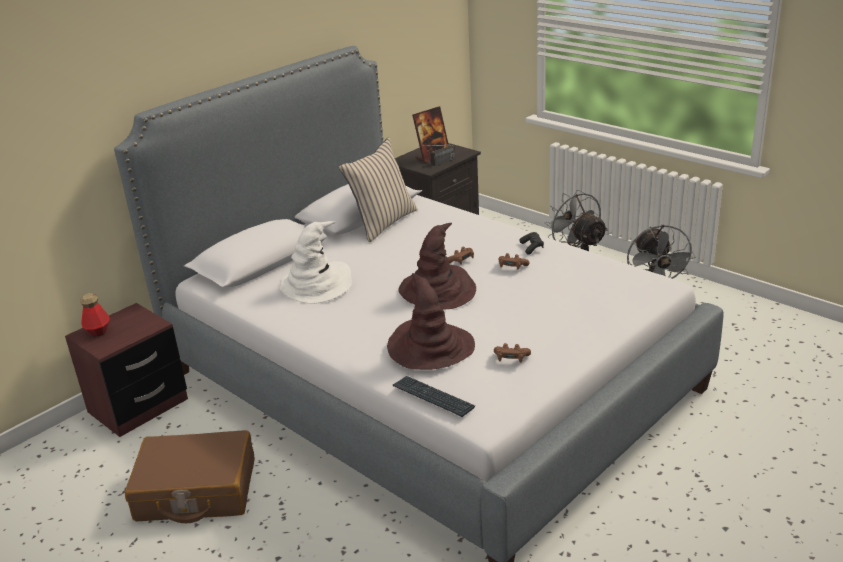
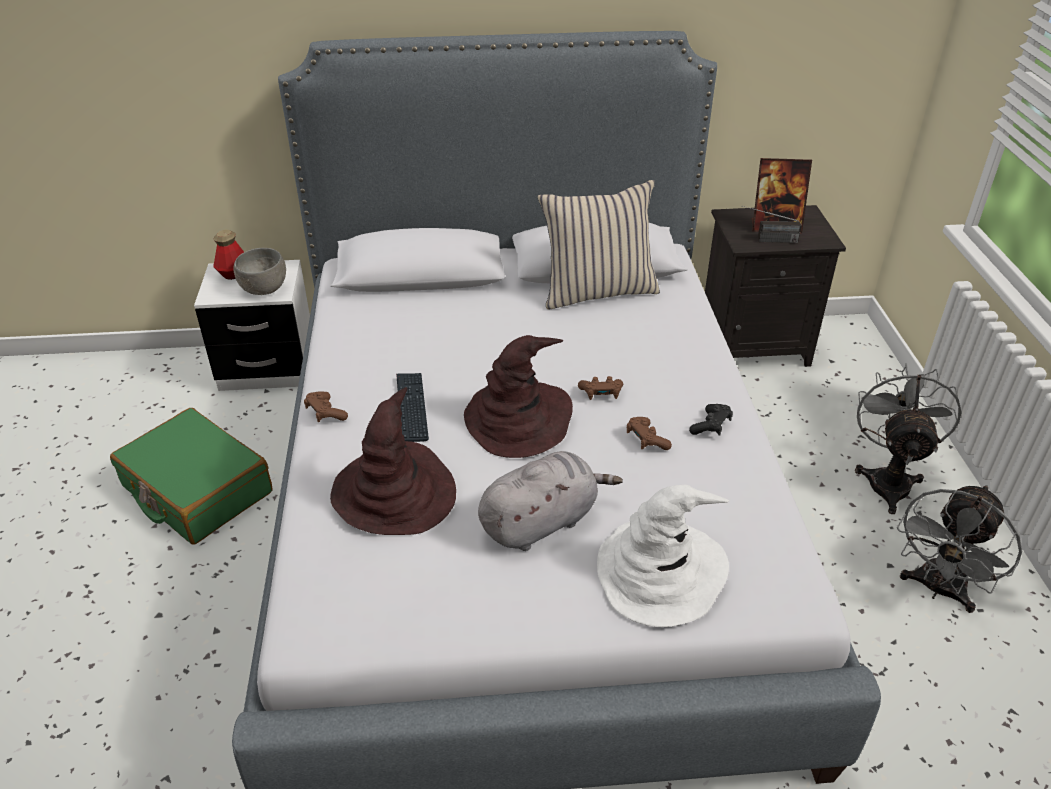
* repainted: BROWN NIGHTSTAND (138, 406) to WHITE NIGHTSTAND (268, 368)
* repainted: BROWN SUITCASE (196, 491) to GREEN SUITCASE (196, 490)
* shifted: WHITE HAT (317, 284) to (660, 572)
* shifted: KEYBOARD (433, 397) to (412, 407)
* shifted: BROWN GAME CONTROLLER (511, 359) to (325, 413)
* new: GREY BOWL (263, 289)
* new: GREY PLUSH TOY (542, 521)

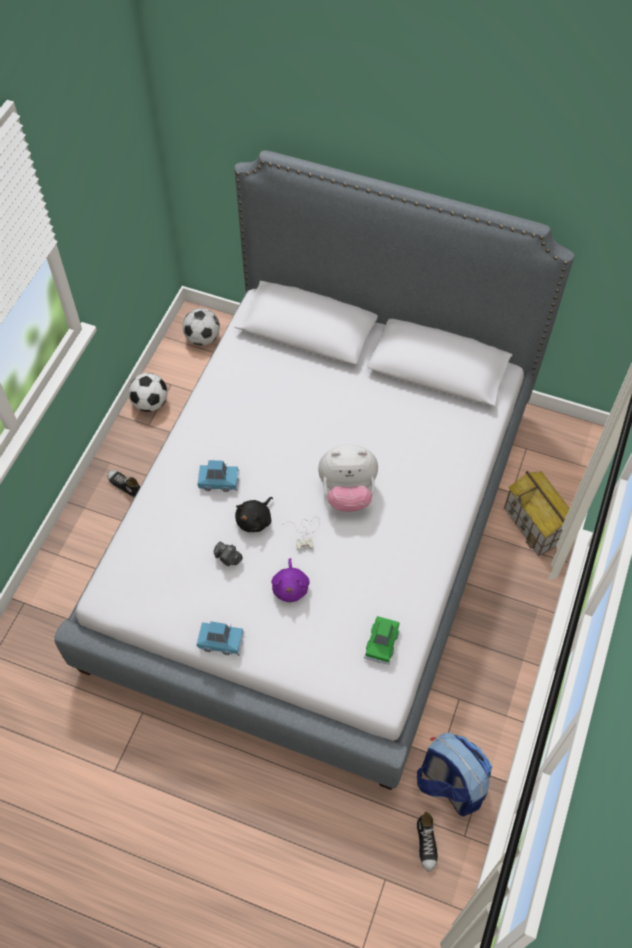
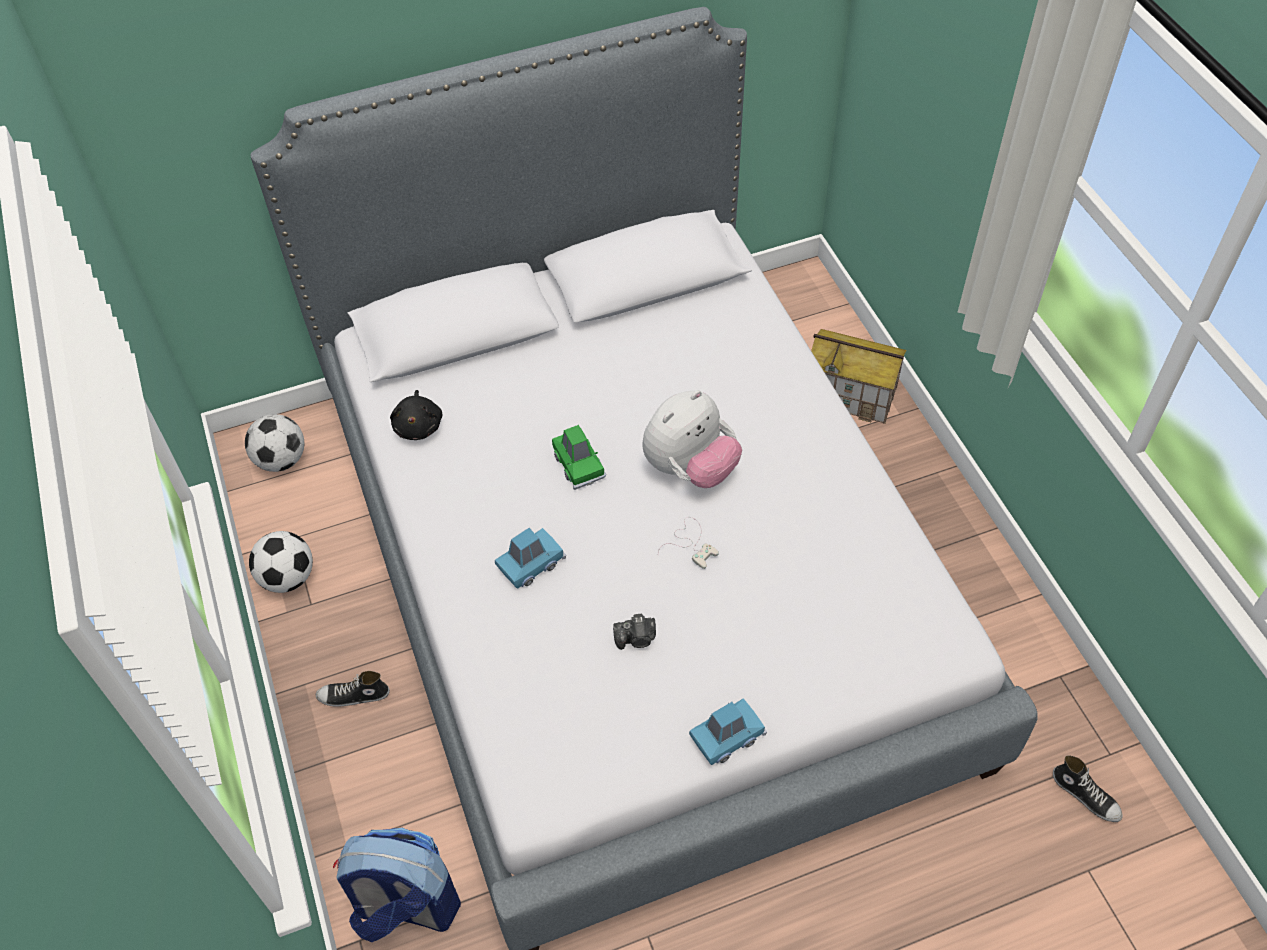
* shifted: BLACK PLUSH TOY (255, 520) to (419, 425)
* gone: PURPLE PLUSH TOY (290, 587)
* shifted: GREEN TOY CAR (381, 643) to (578, 464)
* shifted: BACKPACK (449, 784) to (406, 906)

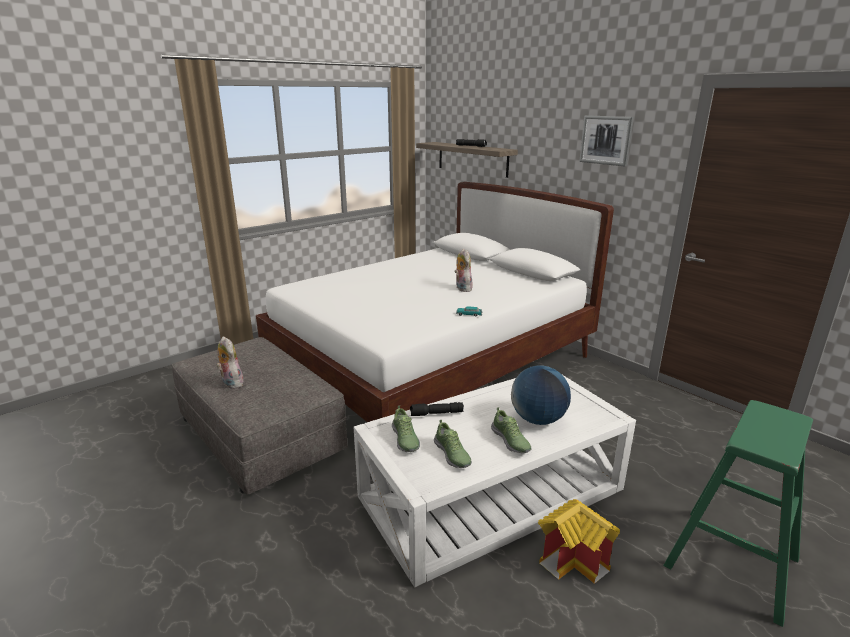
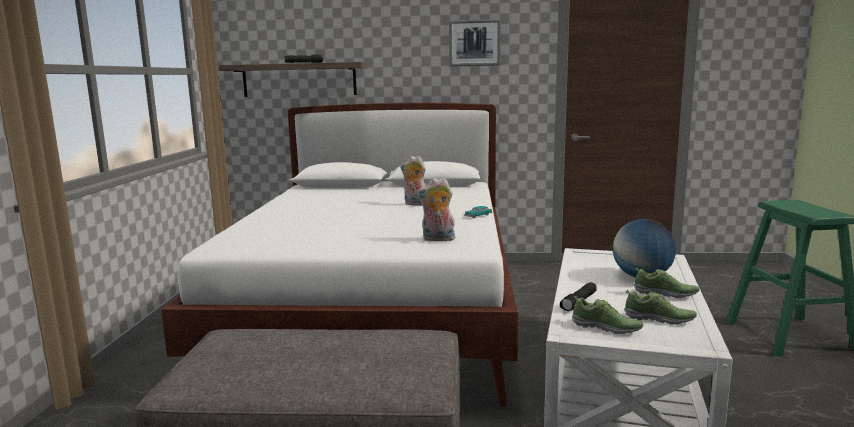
* shifted: PLUSH TOY (231, 383) to (437, 239)
* gone: TOY HOUSE (575, 560)

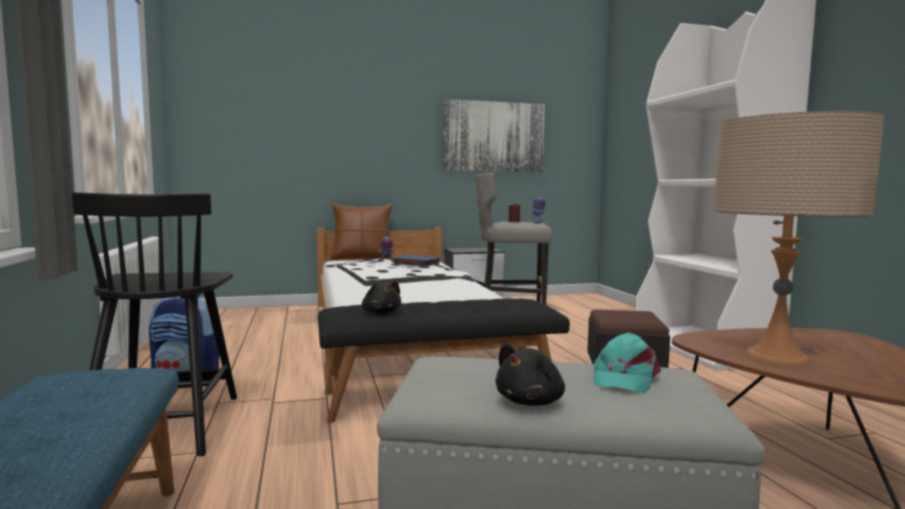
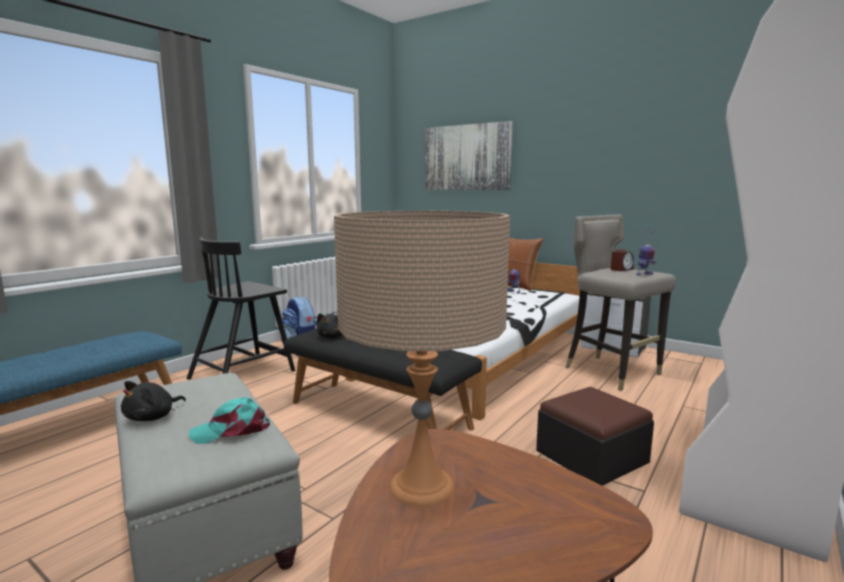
* gone: BLUE BOOK (415, 264)
* shifted: PICTURE (493, 137) to (467, 157)
* rotated: BLACK PLUSH TOY (531, 401) = (152, 417) 60 degrees counterclockwise

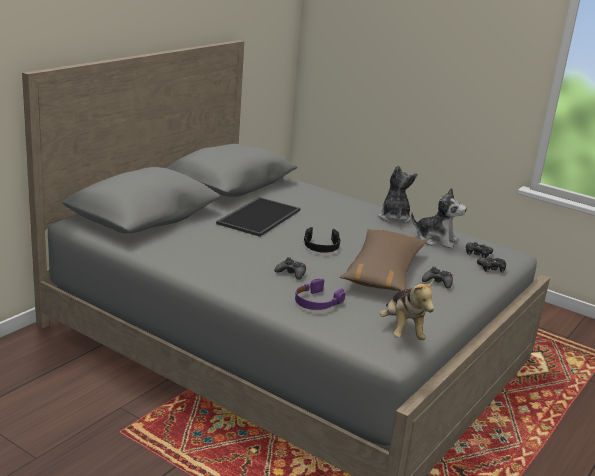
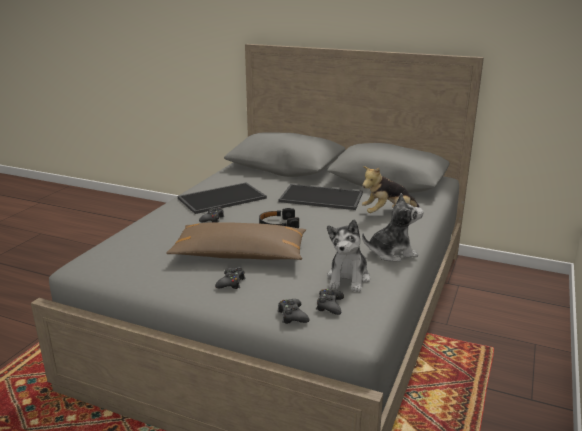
* gone: PURPLE HEADPHONES (316, 302)
* shifted: PLUSH TOY (402, 331) to (387, 213)
* new: TRAY (222, 198)

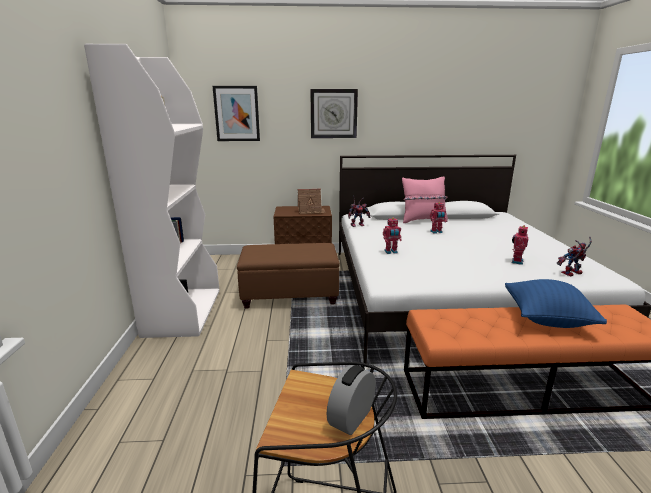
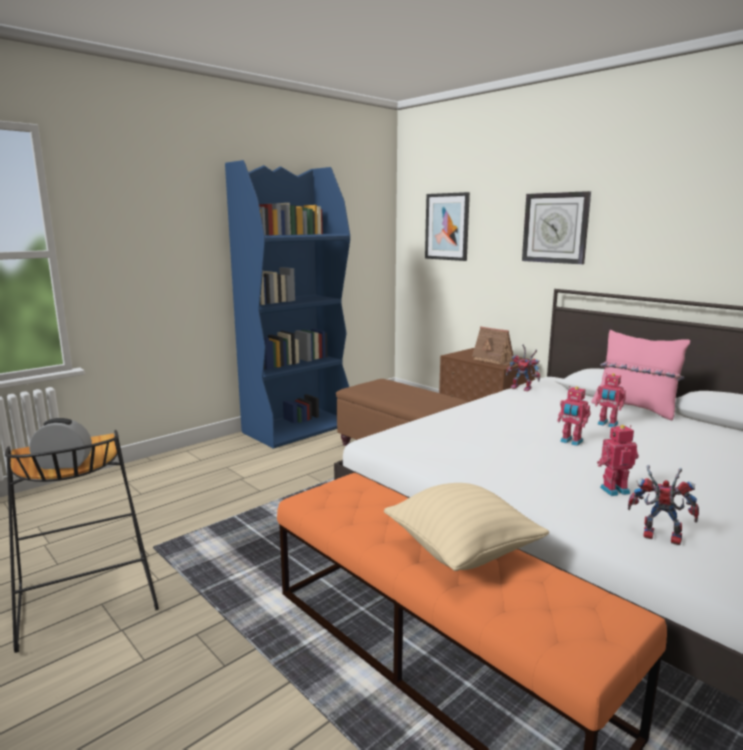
* repainted: WHITE BOOKCASE (183, 312) to BLUE BOOKCASE (298, 428)
* shifted: TOY ROBOT (391, 252) to (571, 442)
* repainted: BLUE PILLOW (547, 319) to BEIGE PILLOW (462, 551)

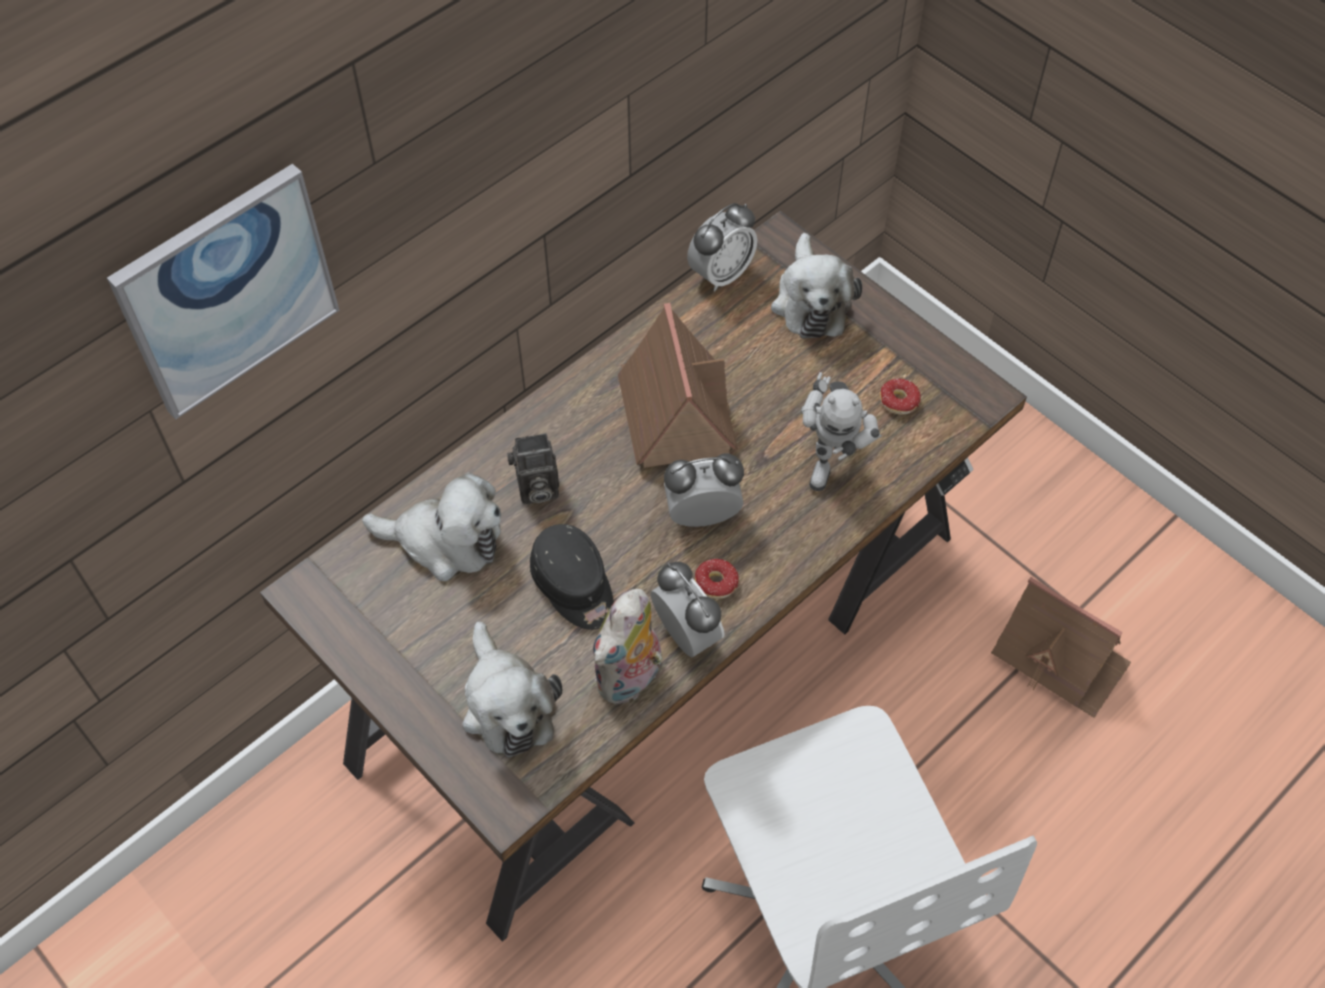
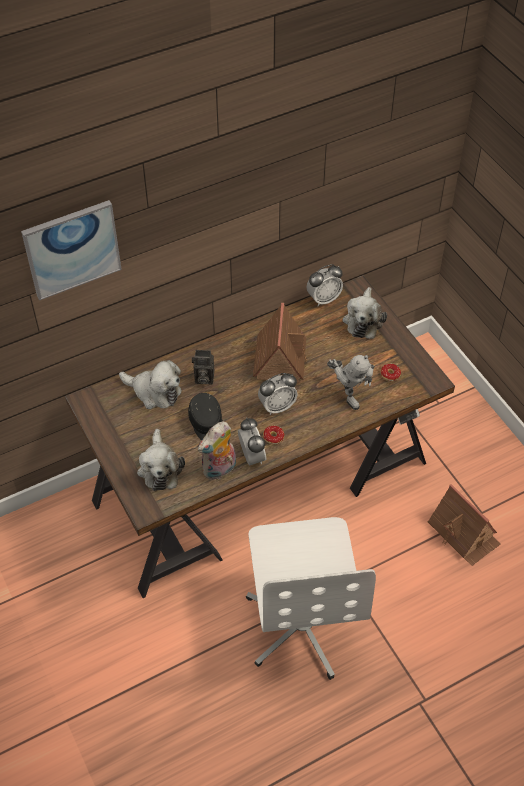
* rotated: ALARM CLOCK (702, 516) = (277, 406) 150 degrees clockwise
* rotated: TOY ROBOT (831, 458) = (348, 394) 60 degrees counterclockwise

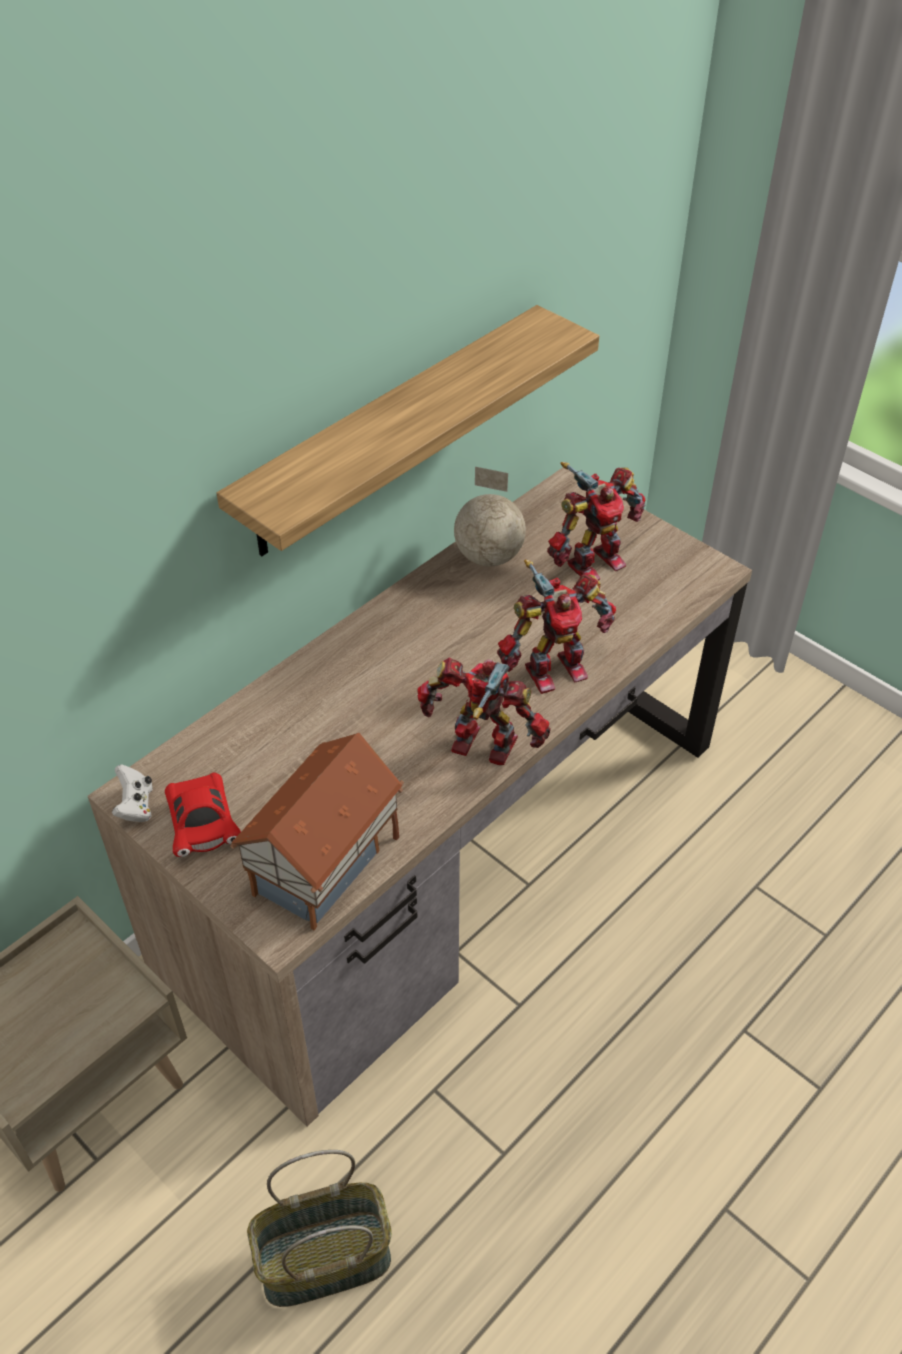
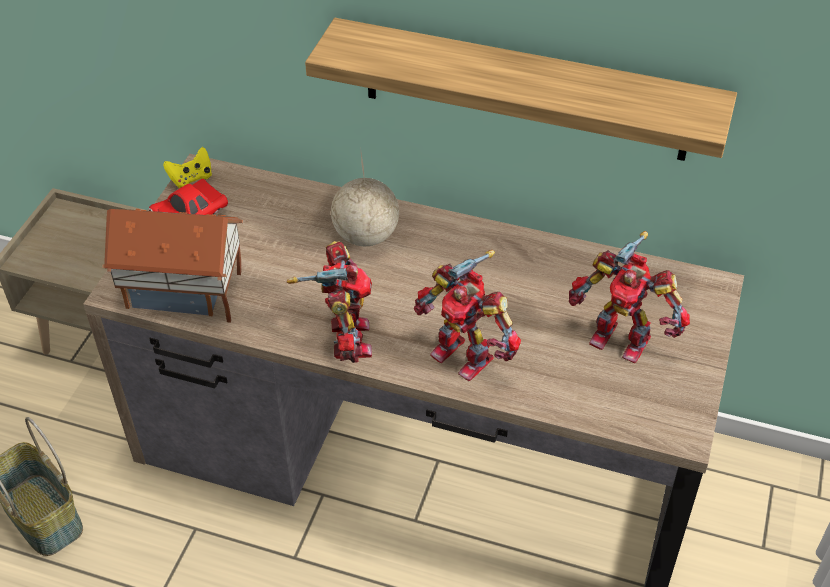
* repainted: WHITE GAME CONTROLLER (136, 806) to YELLOW GAME CONTROLLER (191, 178)
* shifted: GLOBE (488, 556) to (366, 236)

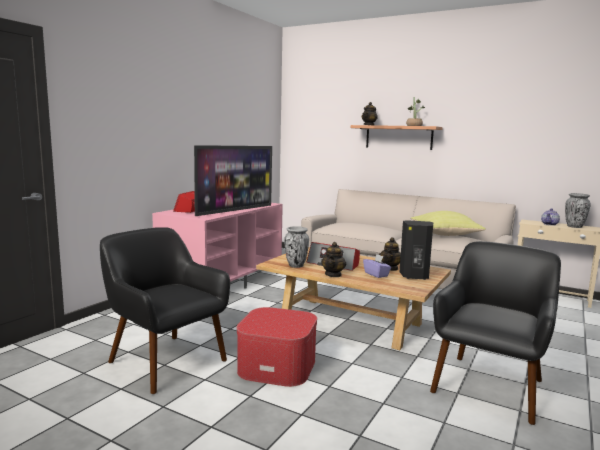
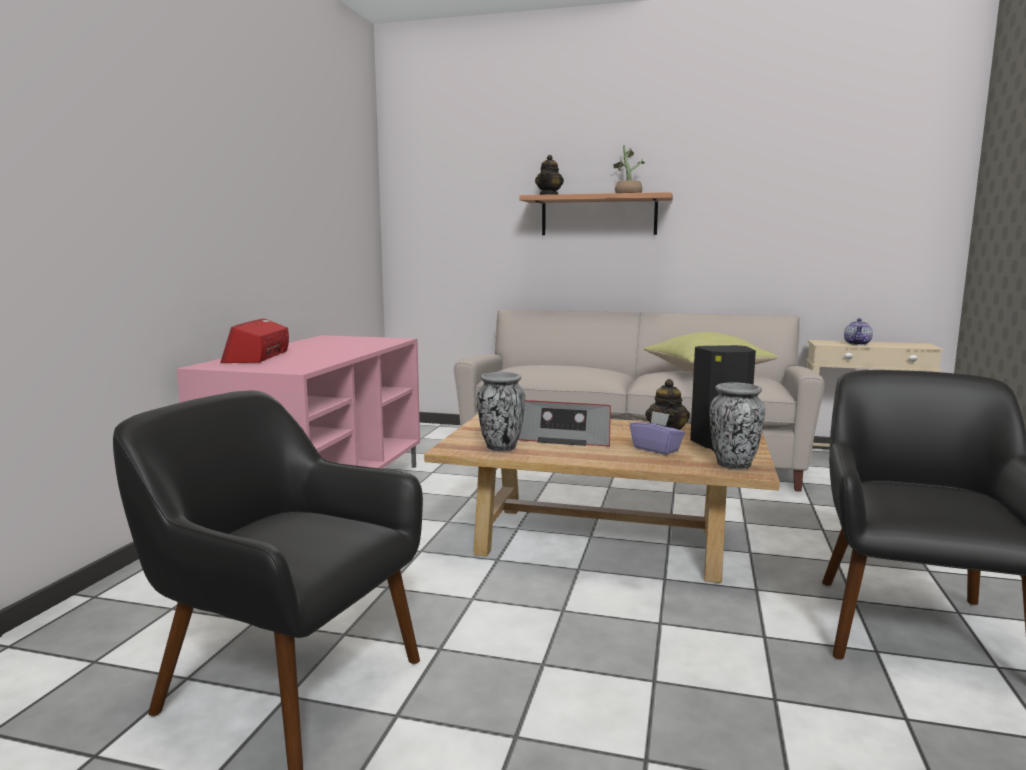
* gone: TELEVISION (235, 210)
* gone: OTTOMAN (277, 365)
* gone: TEAPOT (333, 275)
* shifted: VASE (574, 226) to (734, 465)

